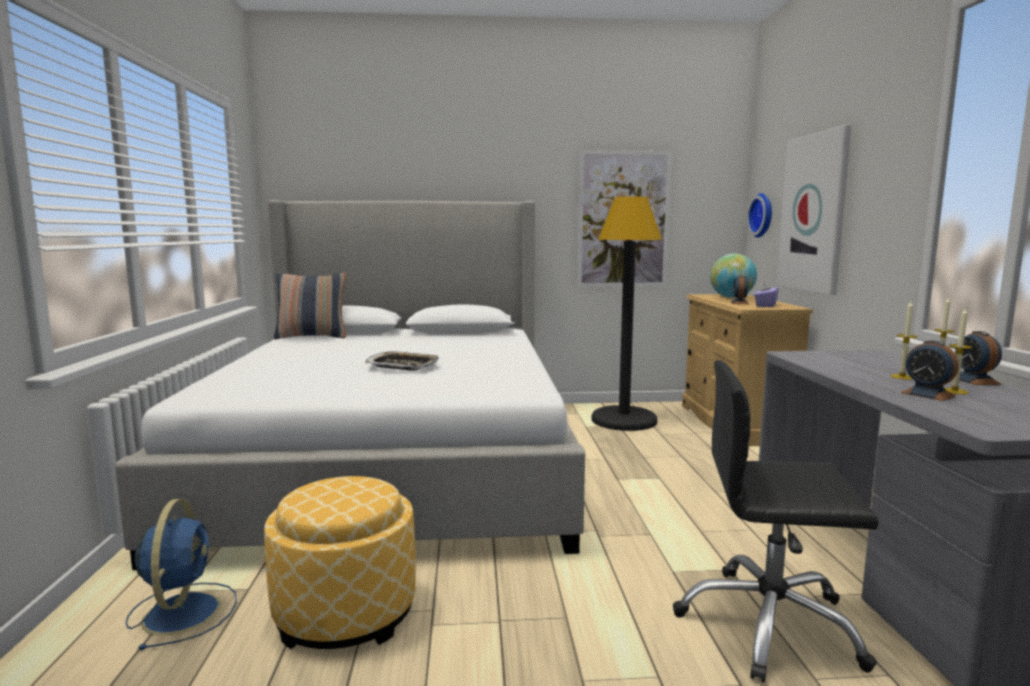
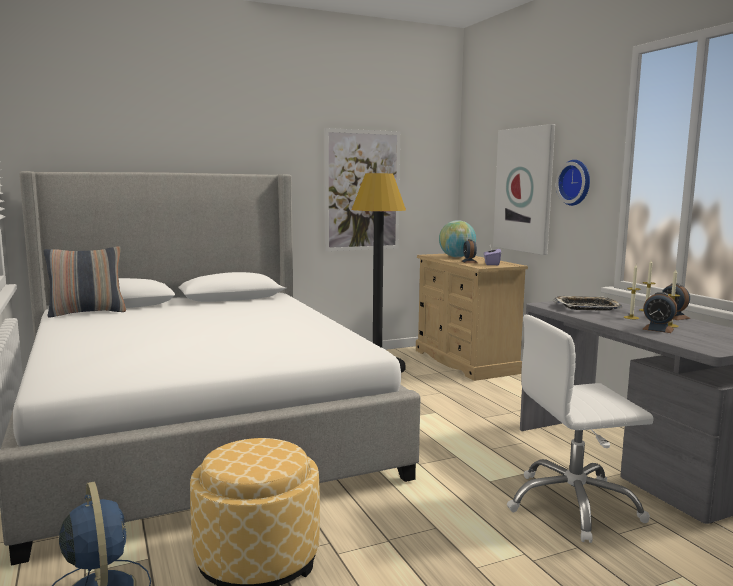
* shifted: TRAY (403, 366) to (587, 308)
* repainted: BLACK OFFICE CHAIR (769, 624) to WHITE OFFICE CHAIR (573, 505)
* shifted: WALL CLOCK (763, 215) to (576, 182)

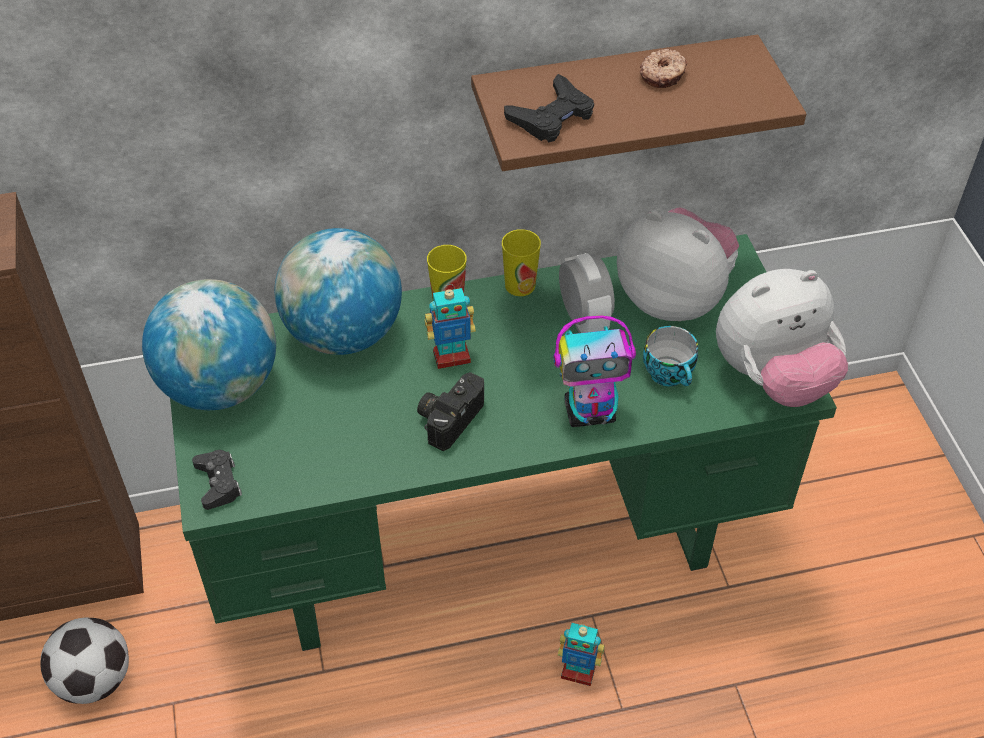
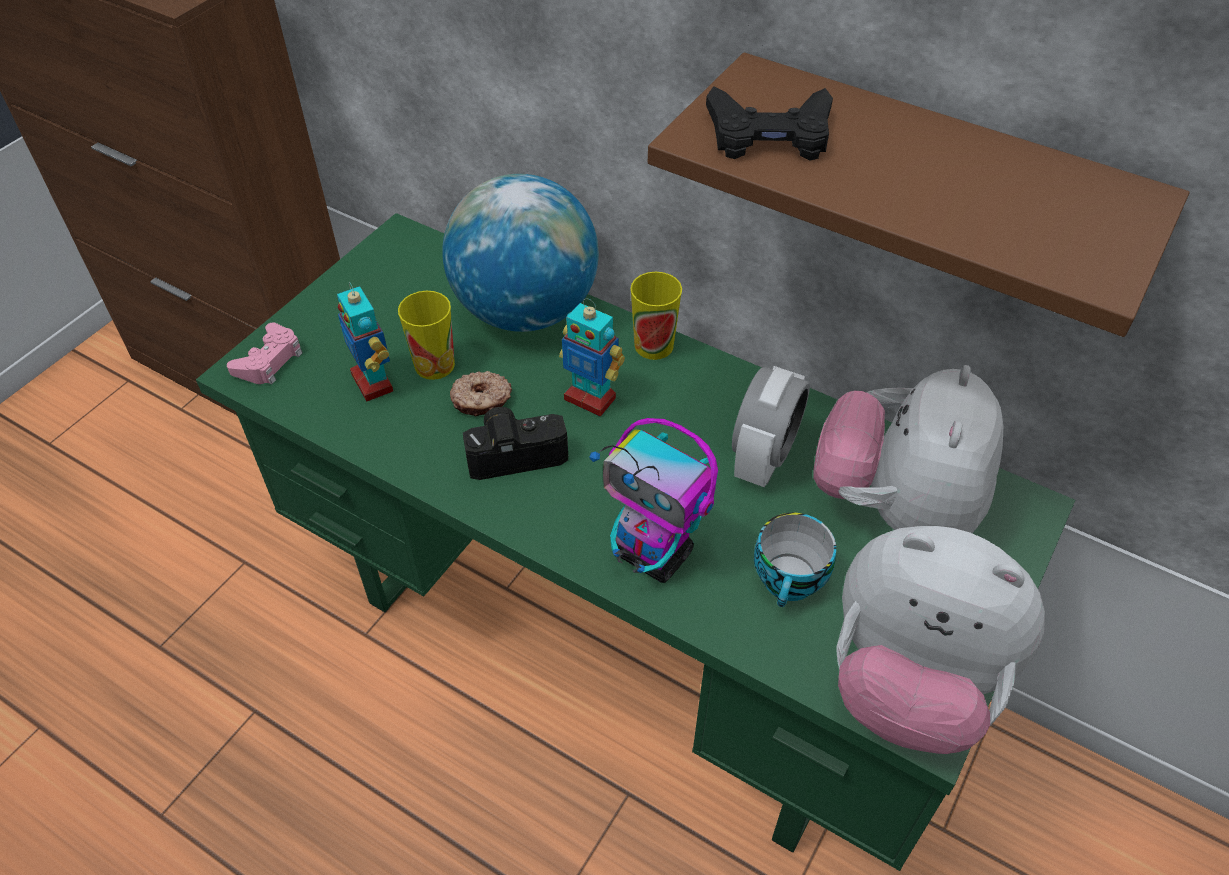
* gone: FOOTBALL (94, 679)
* gone: GLOBE (220, 386)
* repainted: BLACK GAME CONTROLLER (218, 483) to PINK GAME CONTROLLER (269, 361)
* shifted: CUP (520, 285) to (434, 365)
* shifted: TOY ROBOT (578, 672) to (373, 382)
* rotated: PLUSH TOY (673, 298) = (894, 507) 150 degrees counterclockwise
* shifted: DONUT (663, 75) to (481, 400)

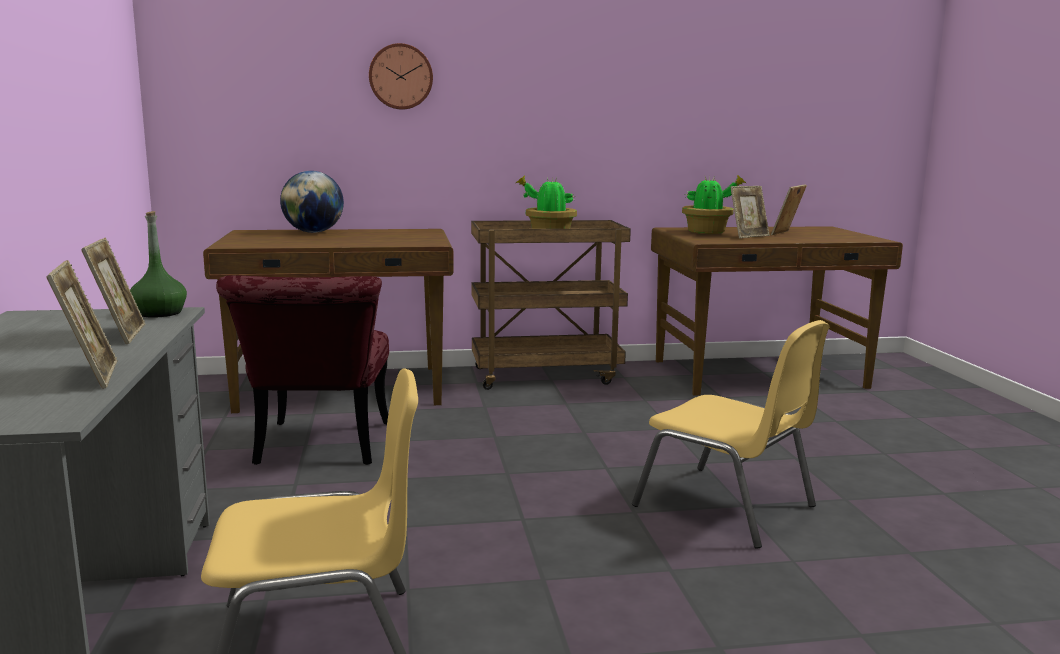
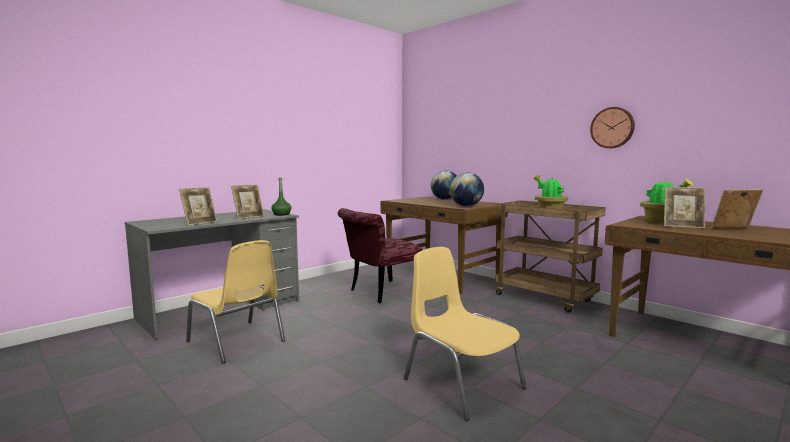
* shifted: WALL CLOCK (400, 77) to (612, 127)
* rotated: YELLOW CHAIR (727, 507) = (461, 383) 135 degrees clockwise
* new: GLOBE (466, 206)

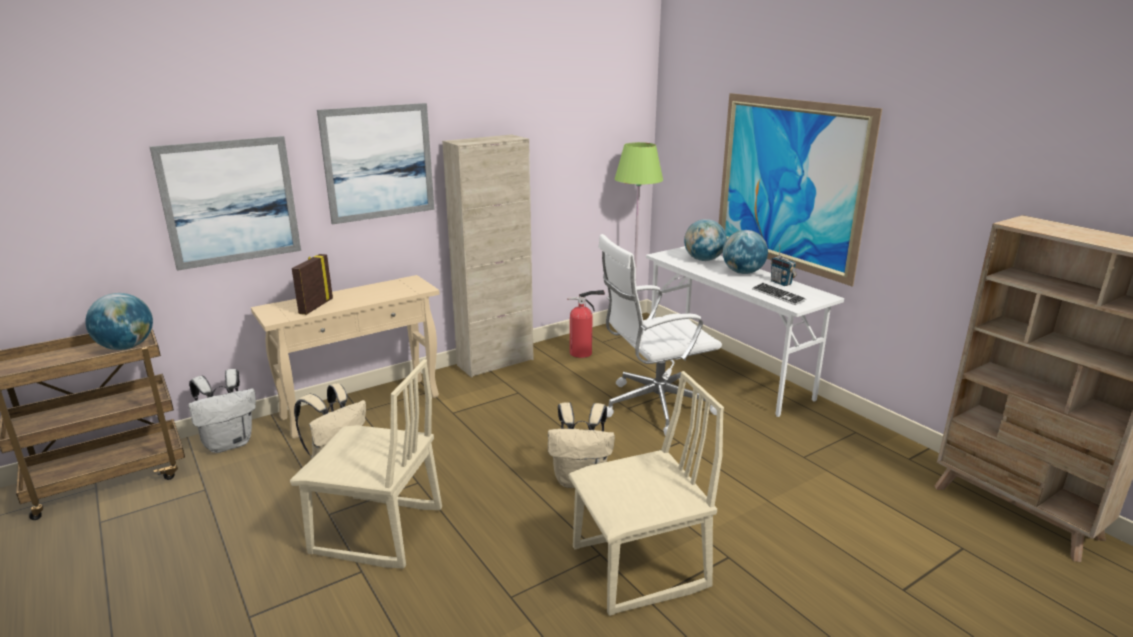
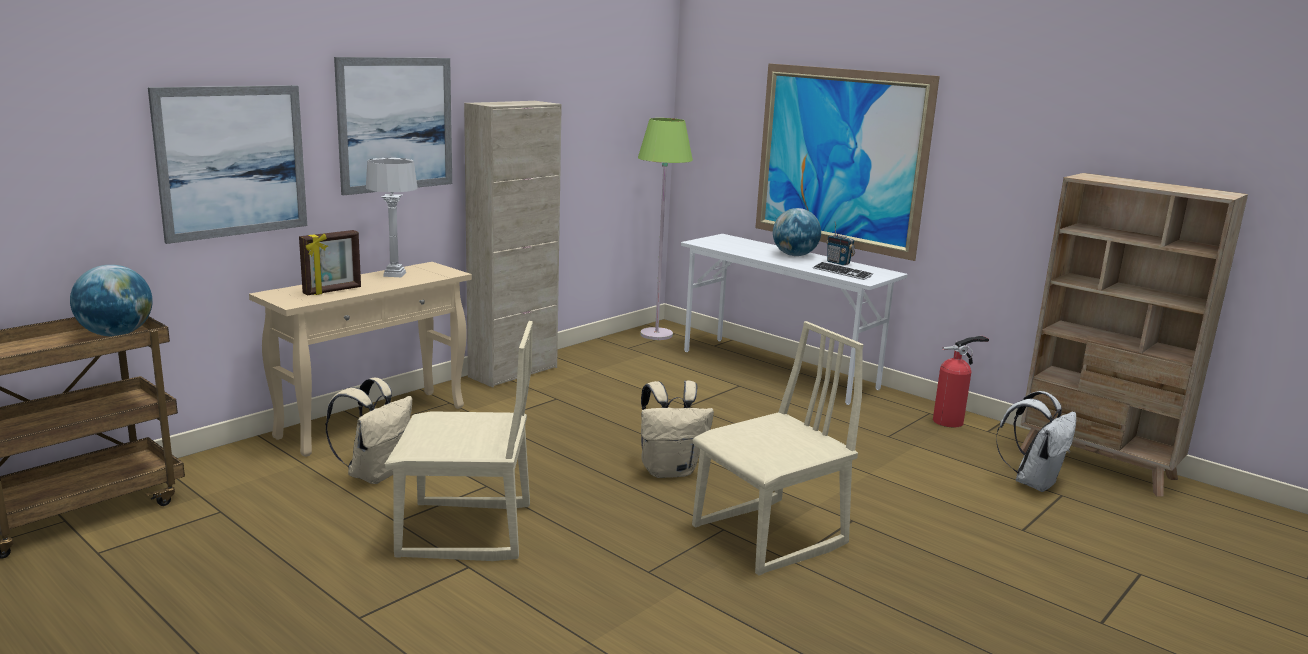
* shifted: WHITE BACKPACK (229, 443) to (1033, 482)
* rotated: PICTURE FRAME (315, 306) = (332, 291) 135 degrees counterclockwise
* shifted: FIRE EXTINGUISHER (583, 353) to (951, 421)
* gone: WHITE OFFICE CHAIR (653, 407)
* gone: GLOBE (703, 260)
* new: GREY TABLE LAMP (394, 274)

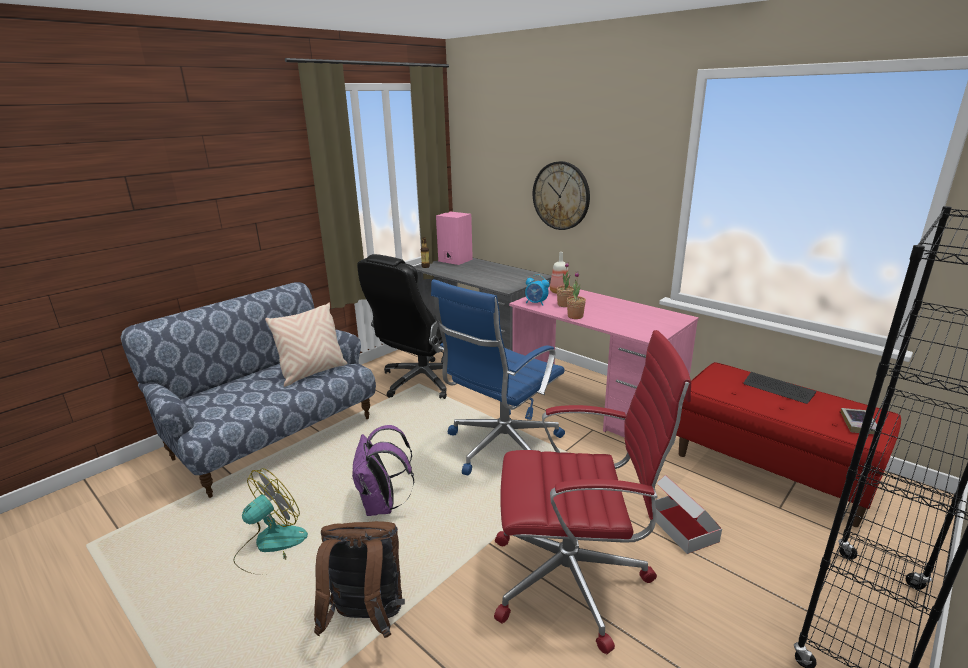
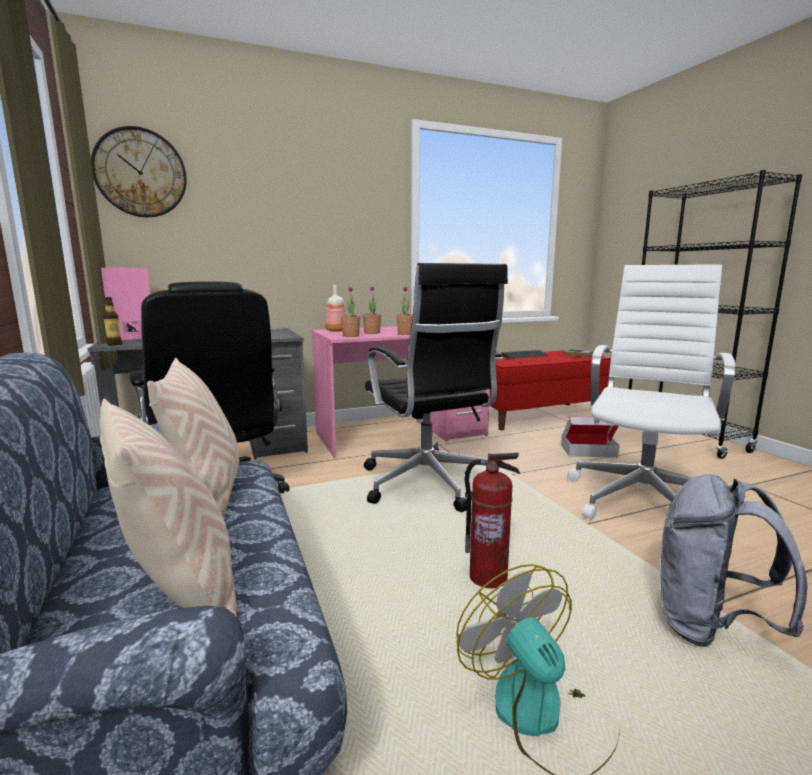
* repainted: BROWN BACKPACK (366, 619) to GREY BACKPACK (710, 626)
* swapped: PURPLE BACKPACK (382, 505) to FIRE EXTINGUISHER (488, 577)
* repainted: BLUE OFFICE CHAIR (501, 447) to BLACK OFFICE CHAIR (428, 484)
* repainted: RED OFFICE CHAIR (574, 579) to WHITE OFFICE CHAIR (643, 499)
* swapped: ALARM CLOCK (536, 303) to POTTED PLANT (351, 336)
* shifted: WALL CLOCK (561, 196) to (140, 173)
* new: BEIGE PILLOW (180, 592)

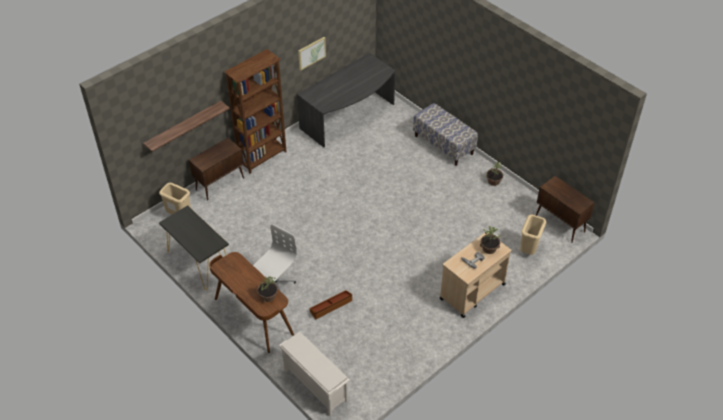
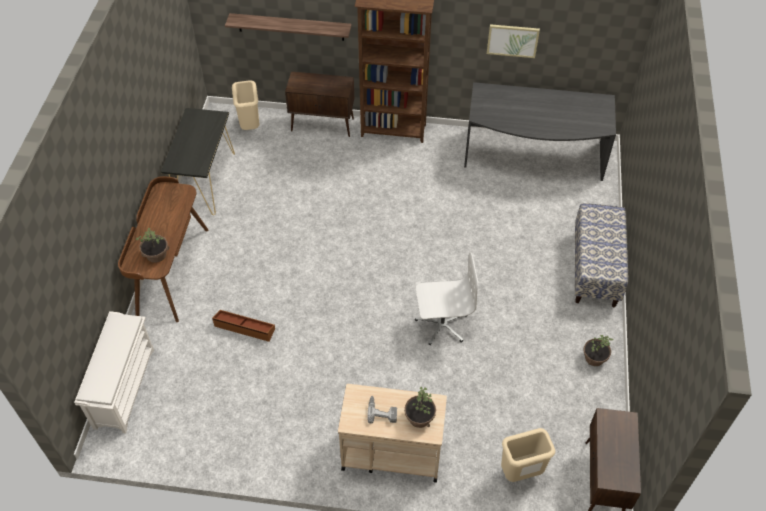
* shifted: WHITE OFFICE CHAIR (275, 283) to (442, 324)

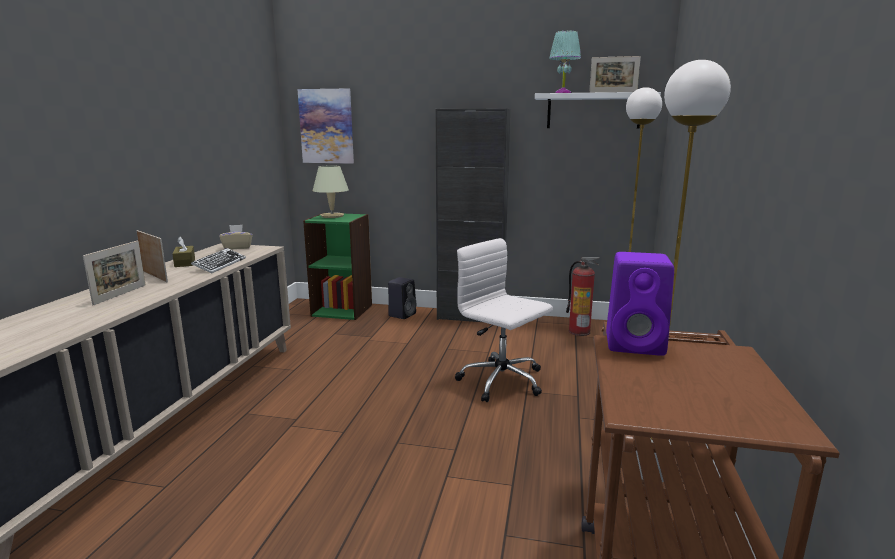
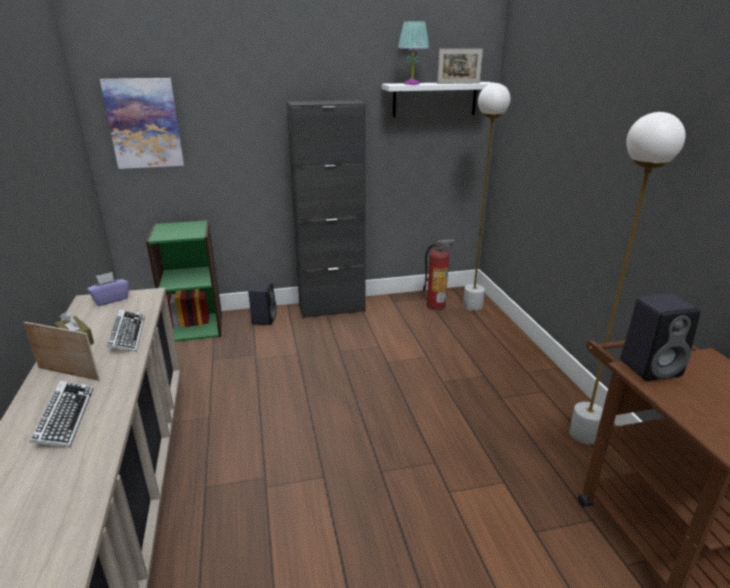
* swapped: PICTURE FRAME (120, 294) to KEYBOARD (65, 418)
* repainted: BEIGE TISSUE BOX (237, 247) to PURPLE TISSUE BOX (110, 299)
* gone: BEIGE TABLE LAMP (332, 216)
* gone: WHITE OFFICE CHAIR (502, 381)
* repainted: PURPLE SPEAKER (637, 344) to BLACK SPEAKER (651, 367)

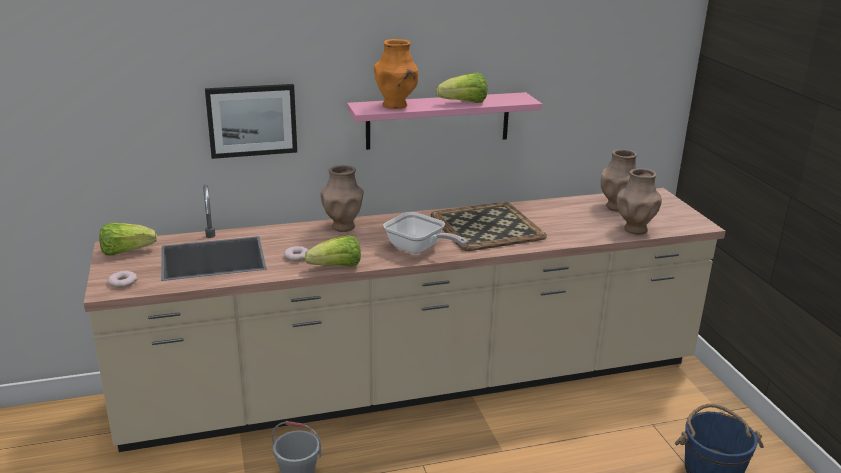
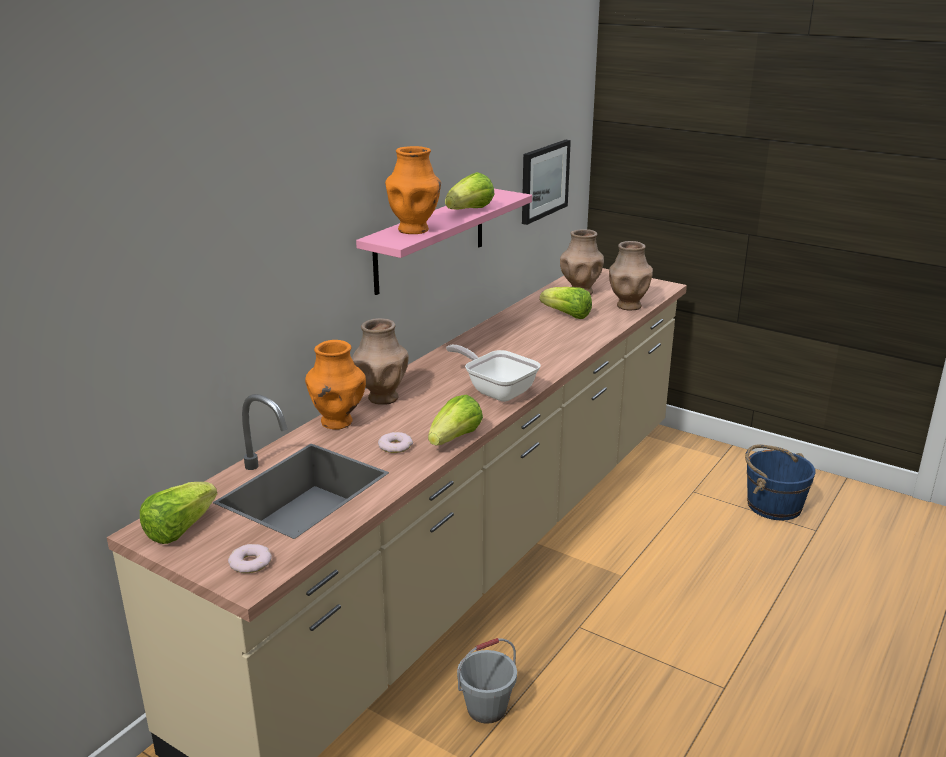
* shifted: PICTURE (252, 120) to (544, 180)
* rotated: FRYING PAN (418, 249) = (496, 390) 135 degrees counterclockwise
* gone: TRAY (488, 227)
* new: ORANGE VASE (337, 422)
* new: LETTUCE (567, 315)

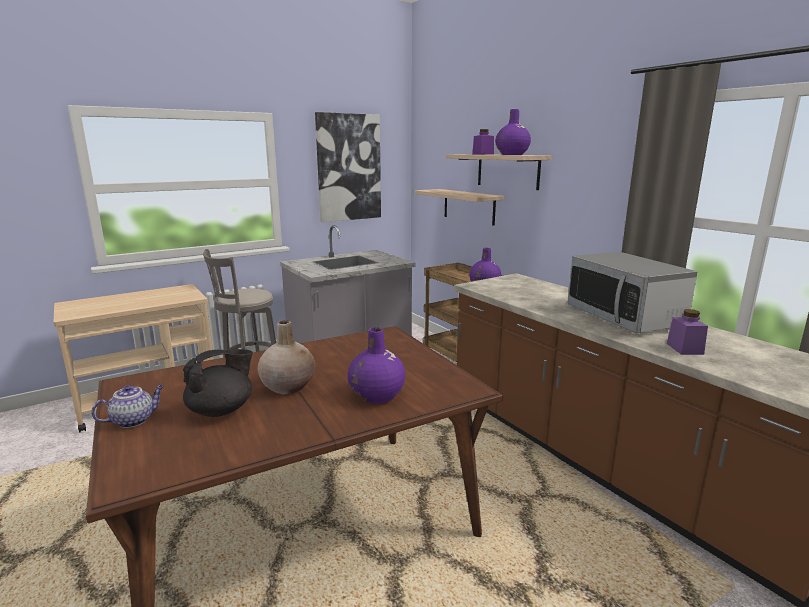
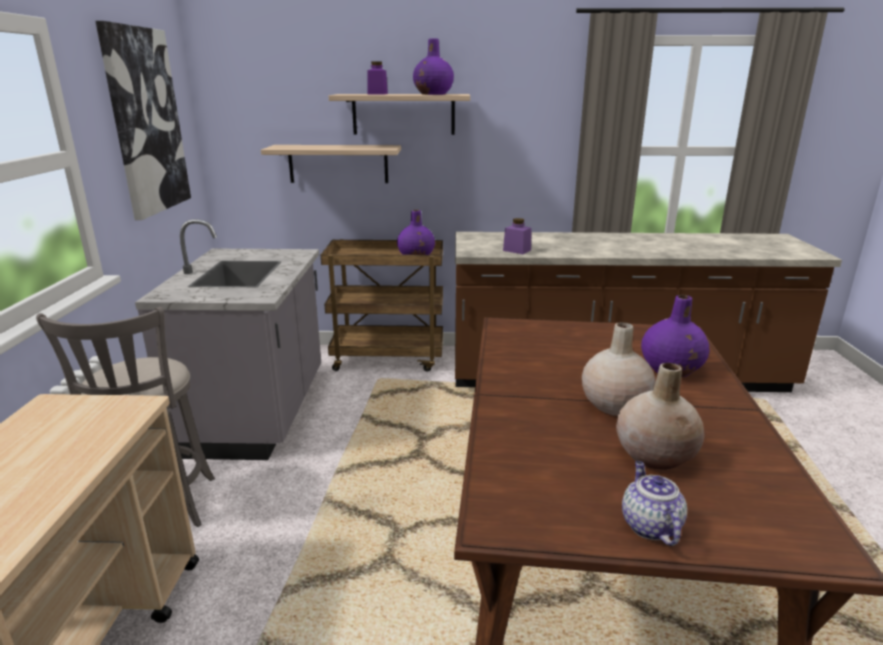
* swapped: BLACK TEAPOT (222, 410) to BEIGE VASE (655, 456)
* gone: MICROWAVE (624, 317)
* shifted: PURPLE JAR (684, 349) to (517, 250)

